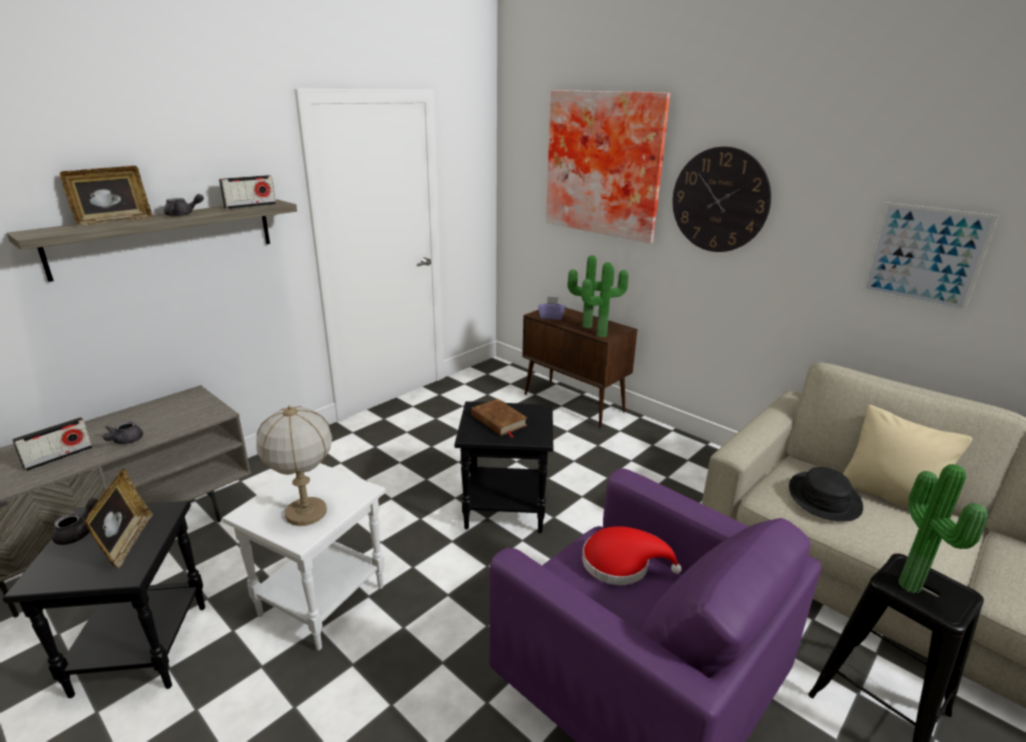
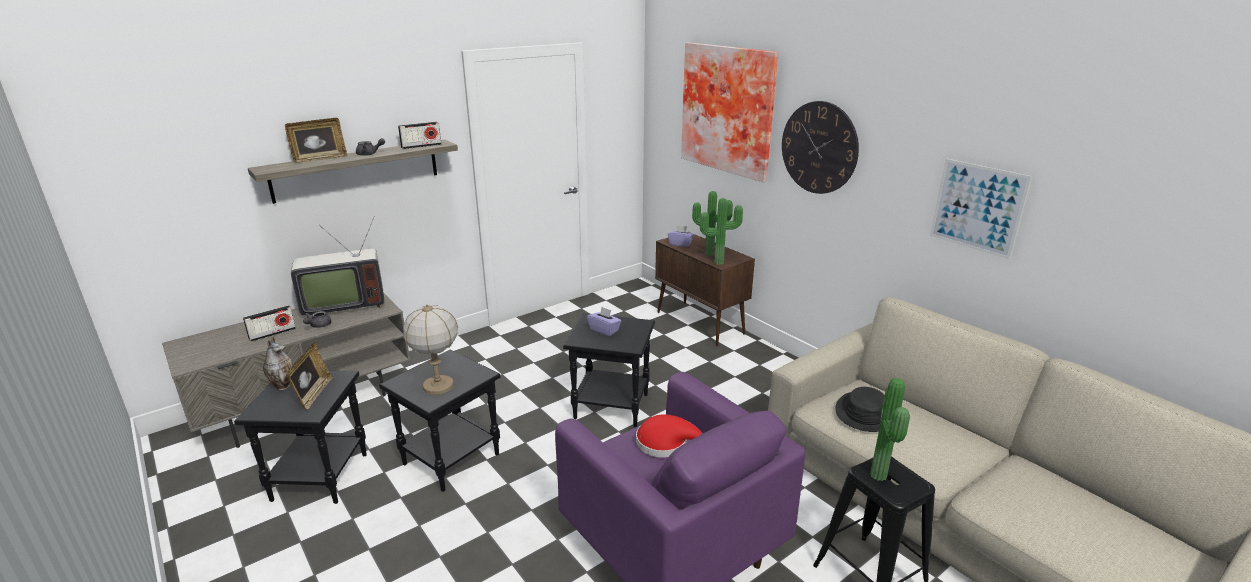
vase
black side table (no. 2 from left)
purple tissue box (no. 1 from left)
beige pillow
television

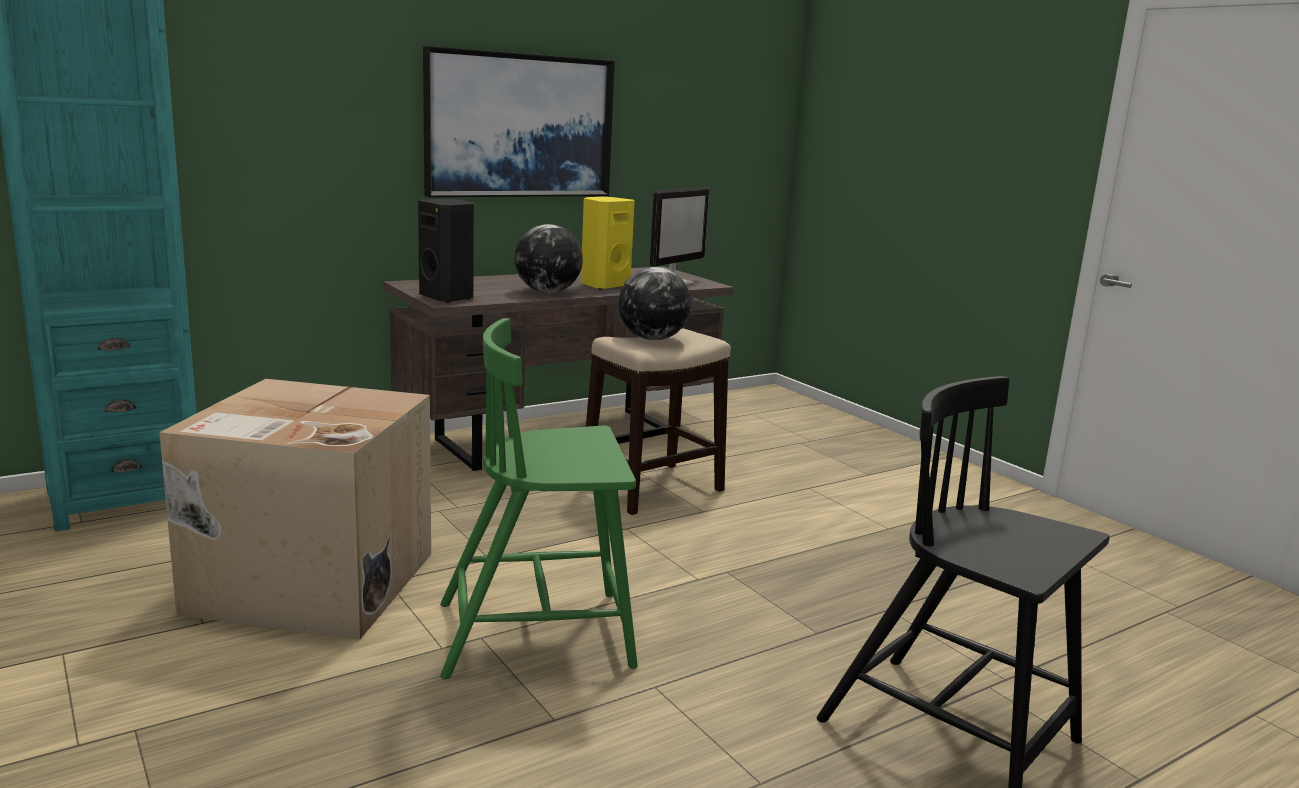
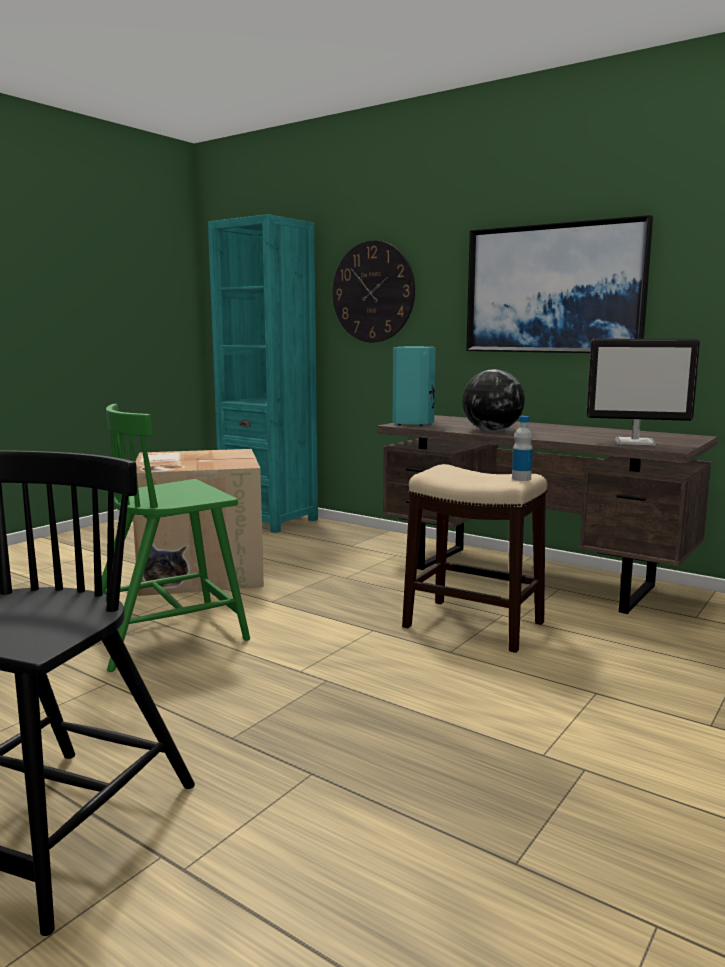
turquoise speaker
green chair
yellow speaker
globe (no. 2 from left in the first image)
wall clock
bottle

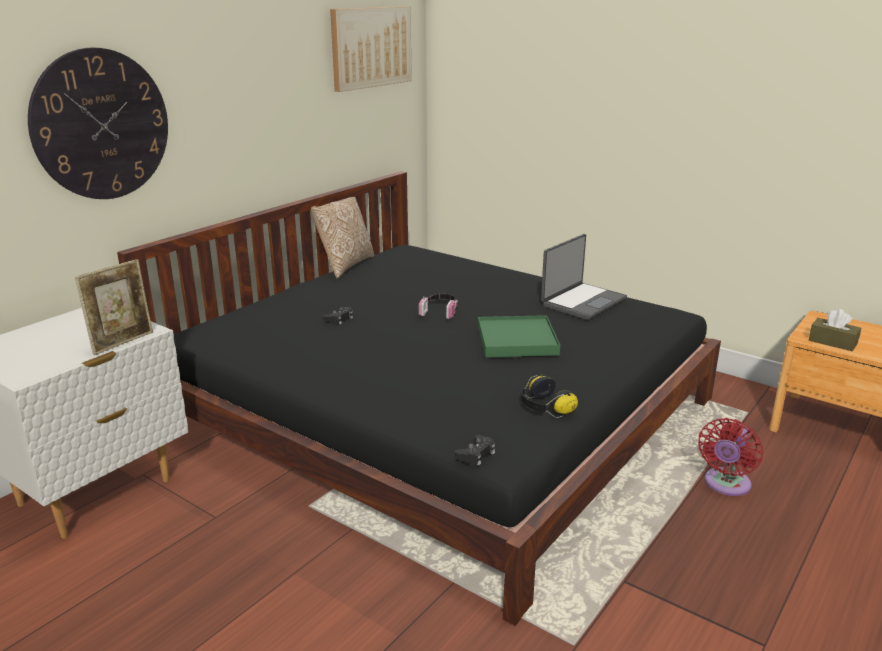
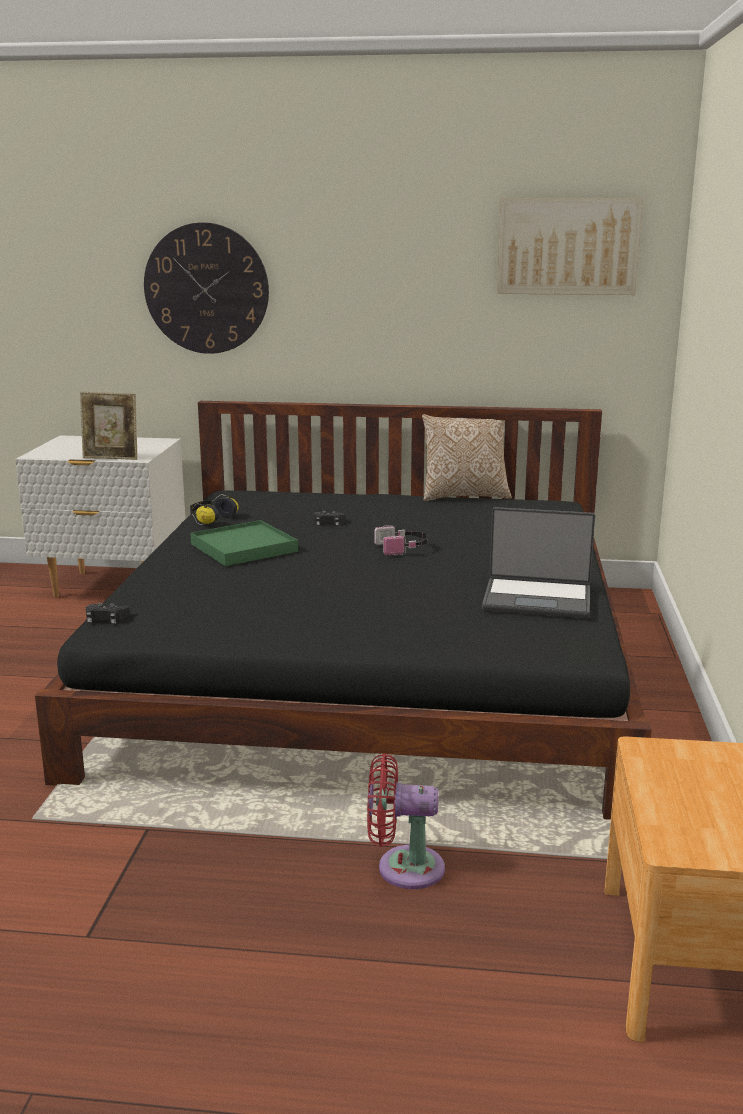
green tray
headphones (no. 1 from left)
brown tissue box

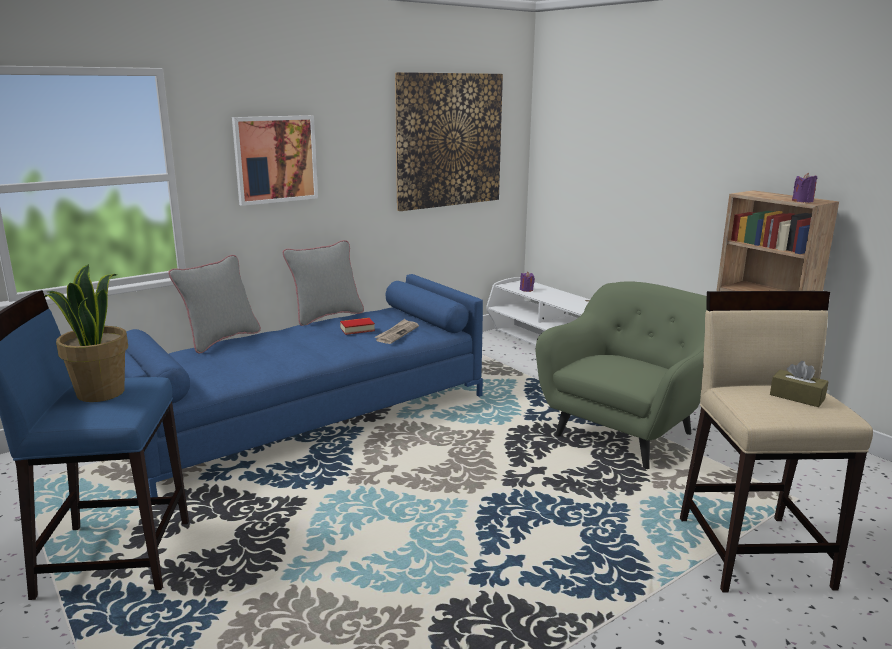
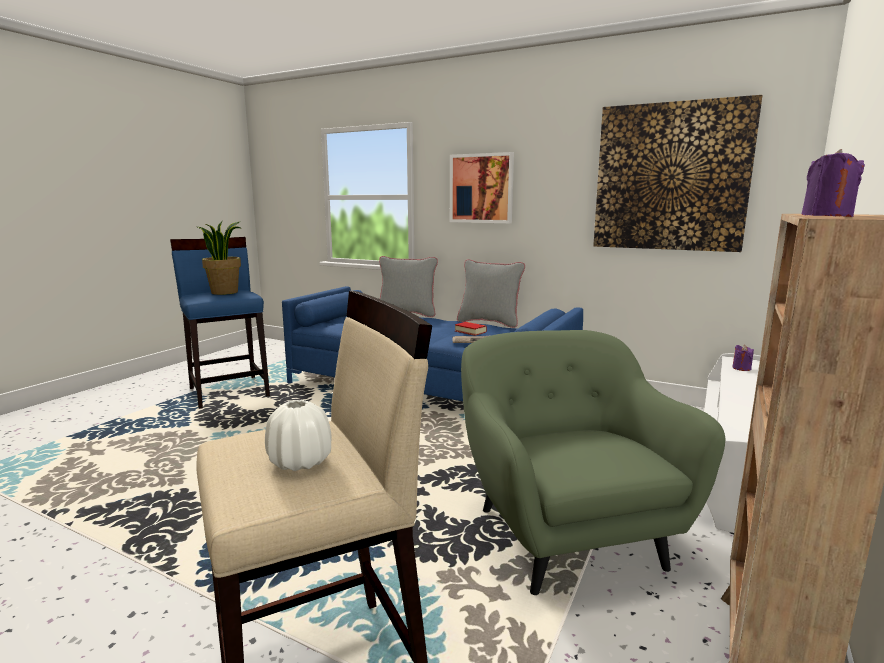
green armchair
white vase

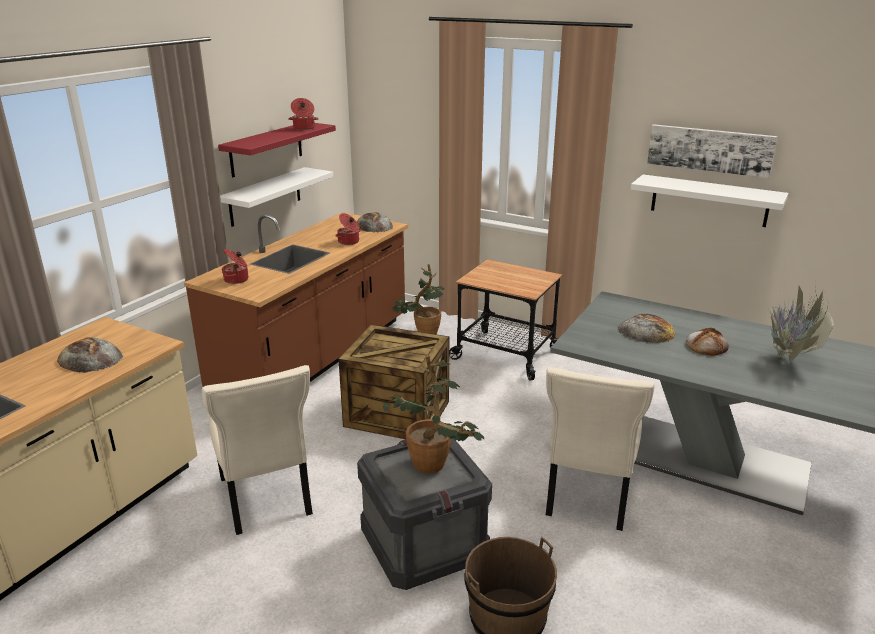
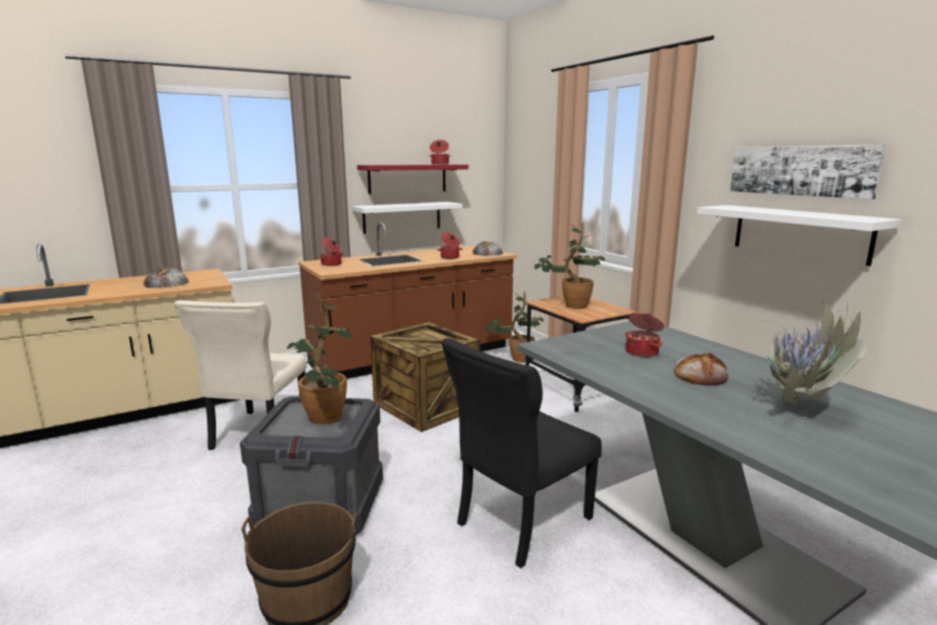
black chair
cooking pot (no. 4 from left)
potted plant (no. 3 from left)

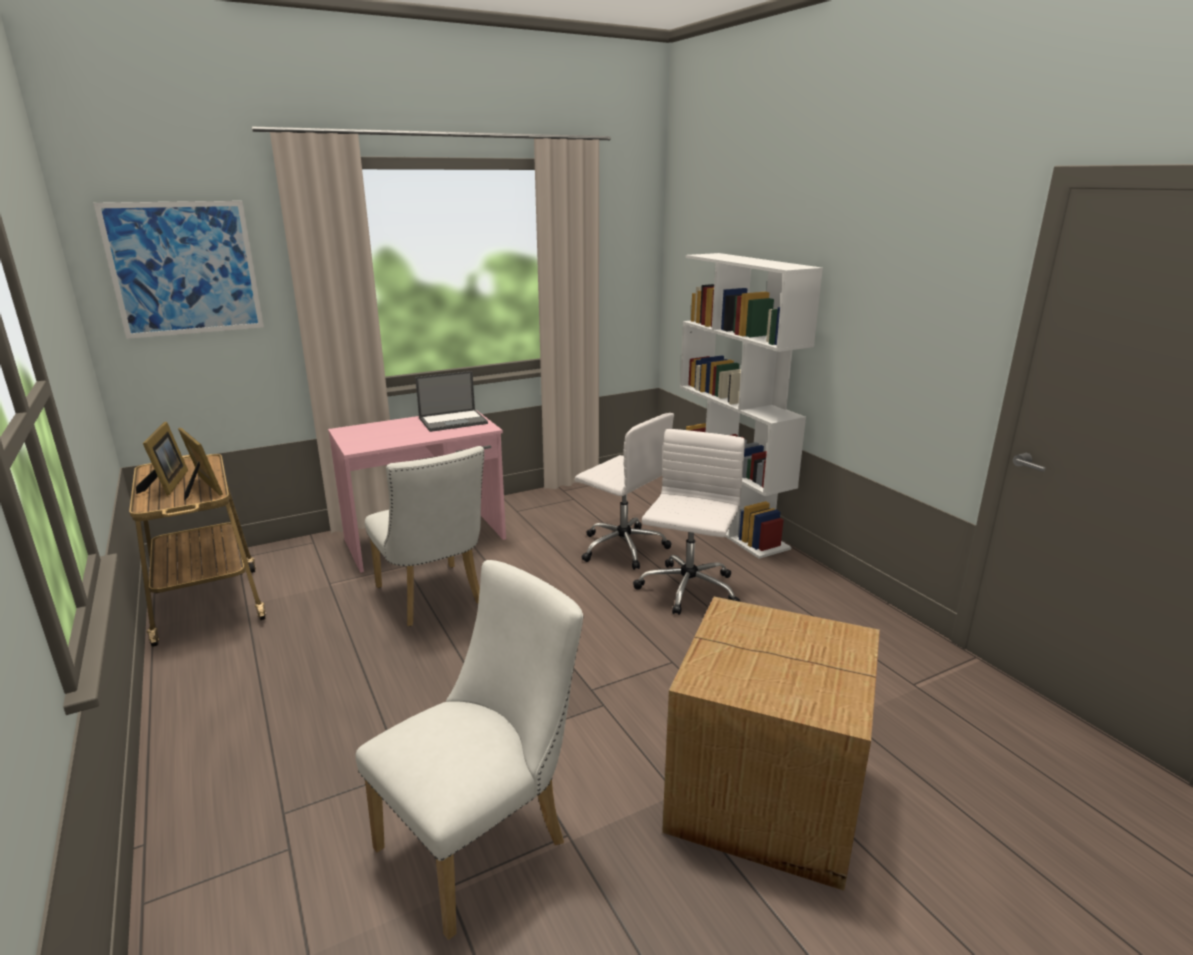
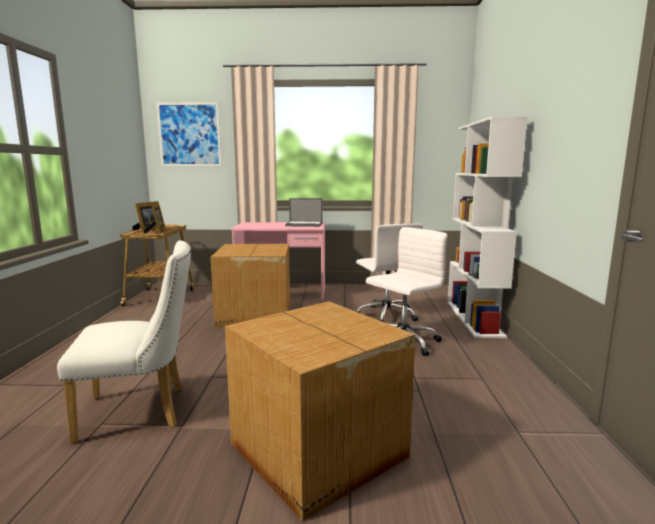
cardboard box (no. 1 from left)

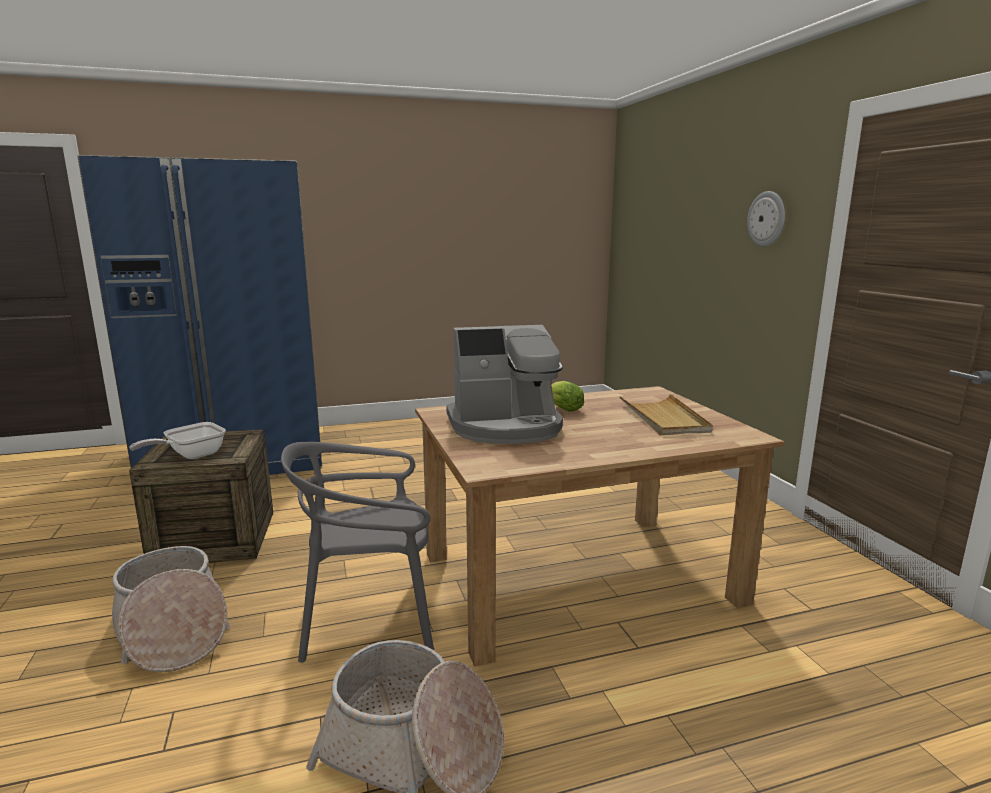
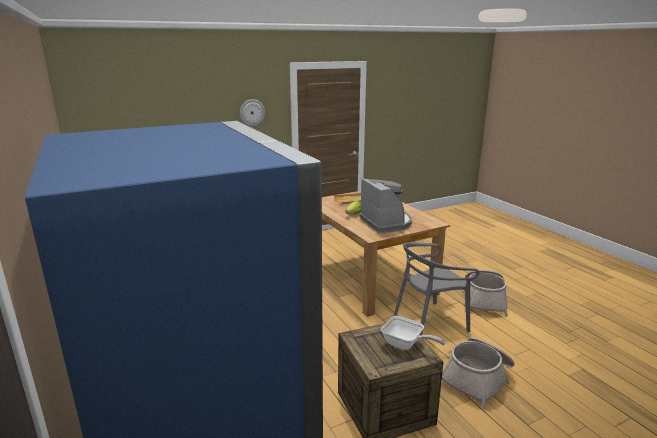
grey chair

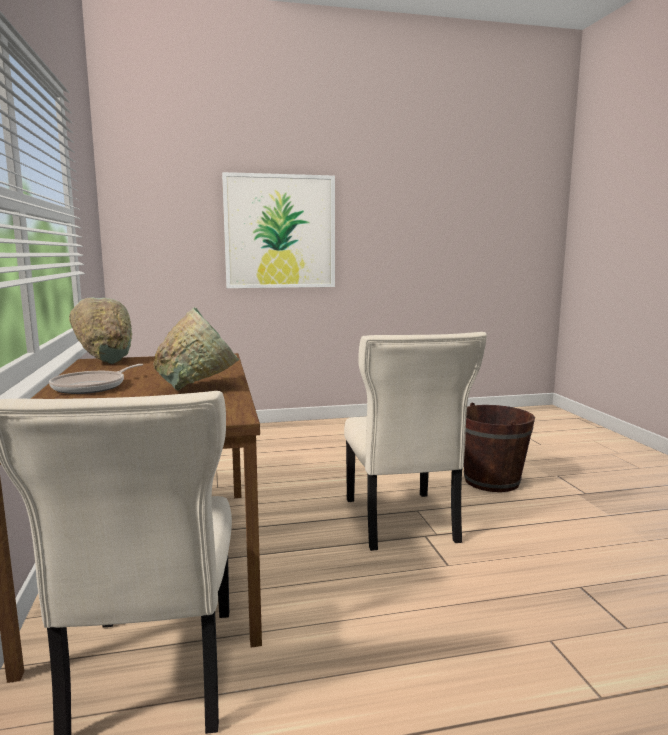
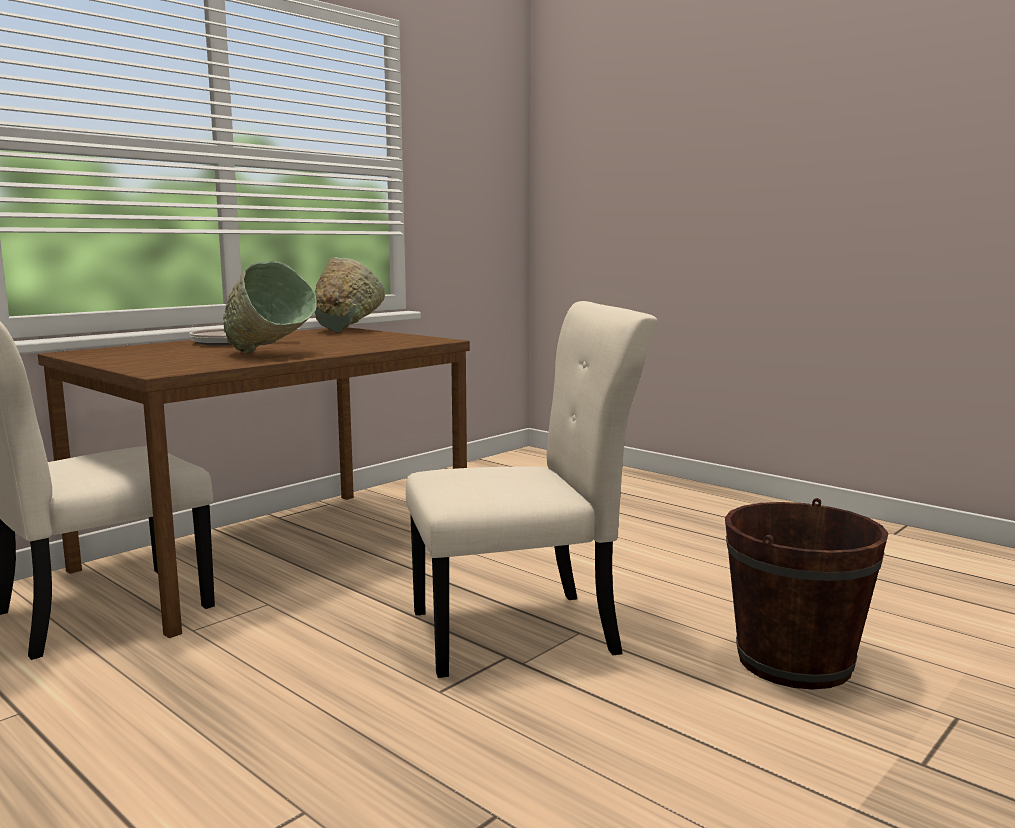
picture
beige chair (no. 2 from left)

